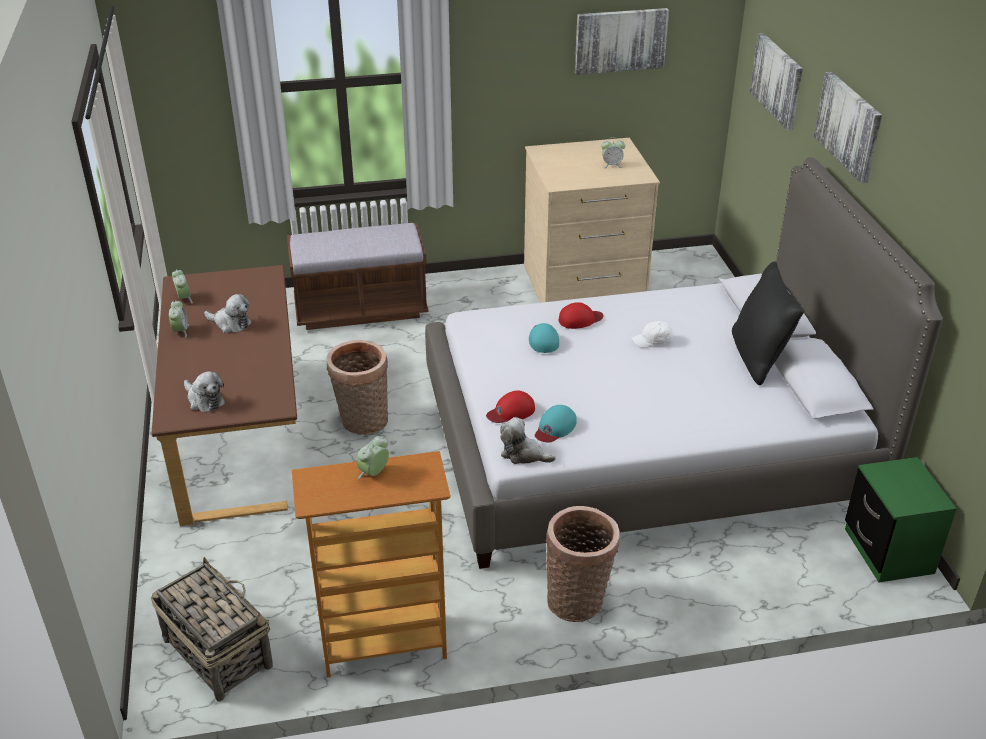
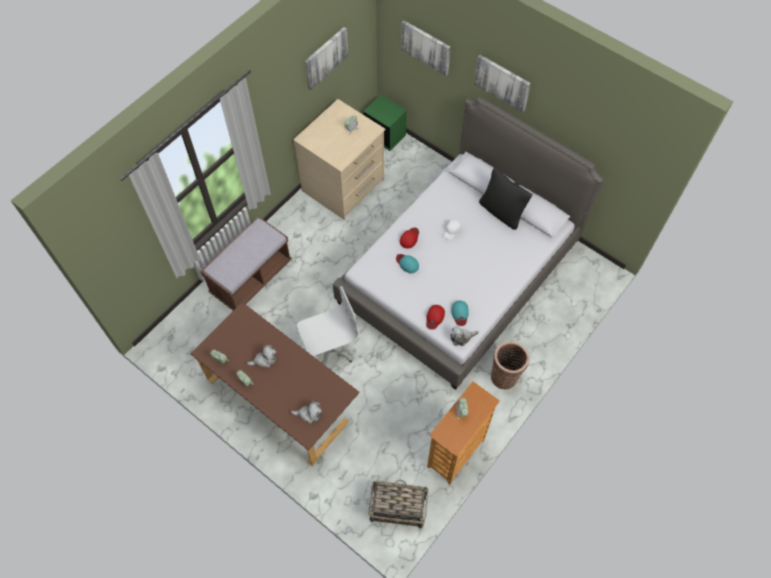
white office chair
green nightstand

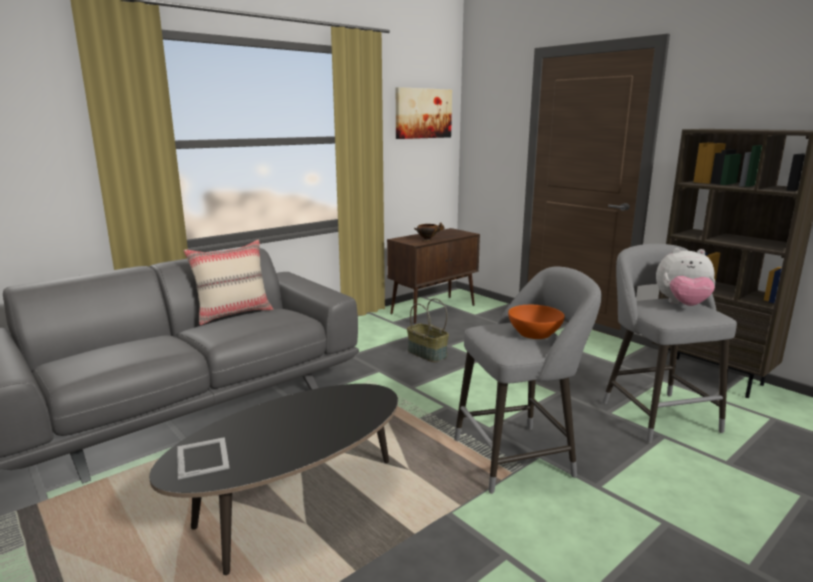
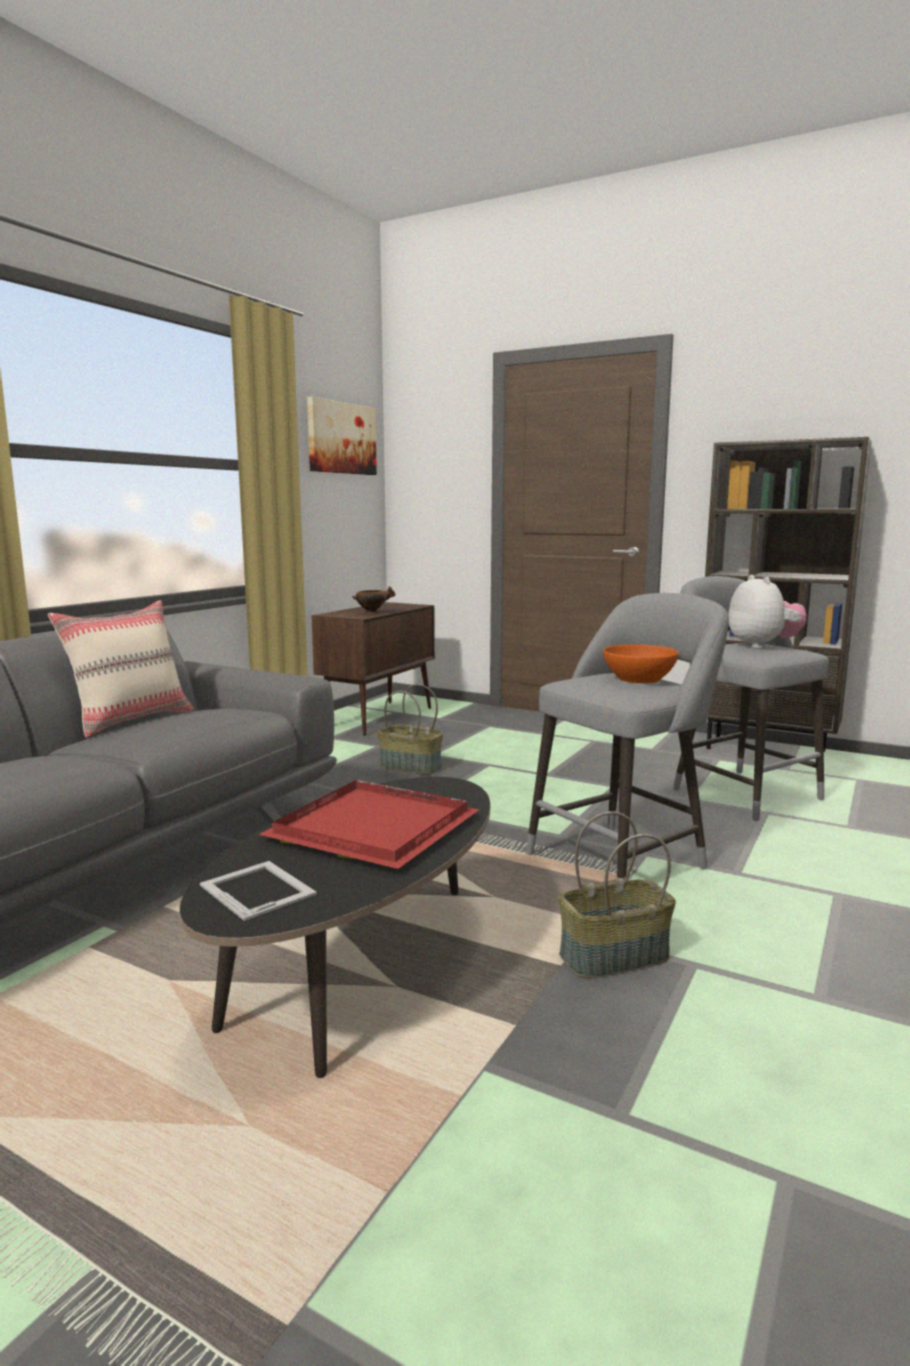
plush toy
red tray
basket (no. 2 from left)

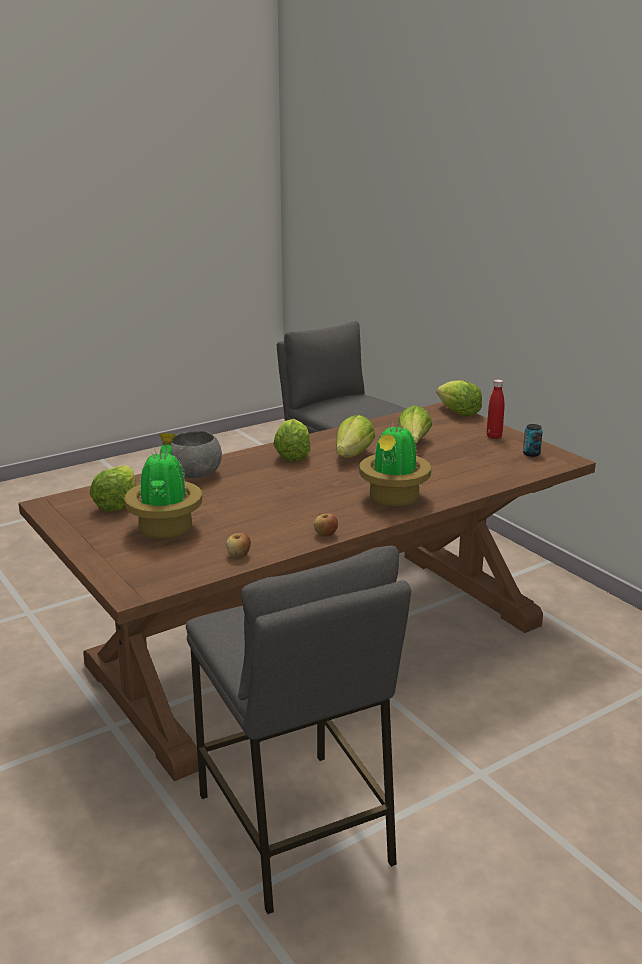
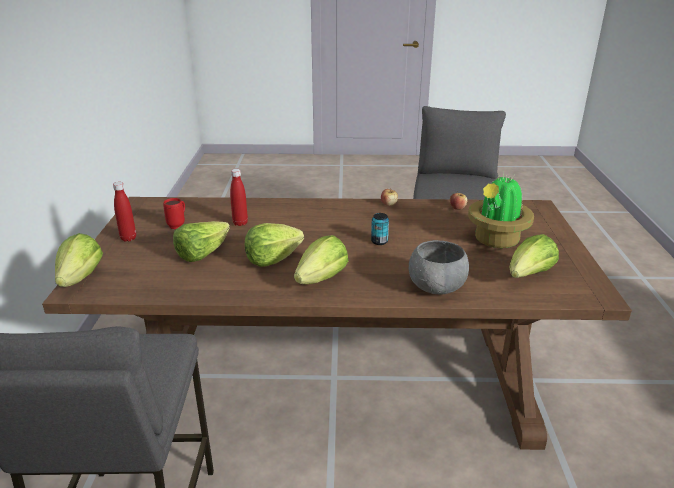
potted plant (no. 2 from left in the first image)
can
red mug
red bottle (no. 2 from left)

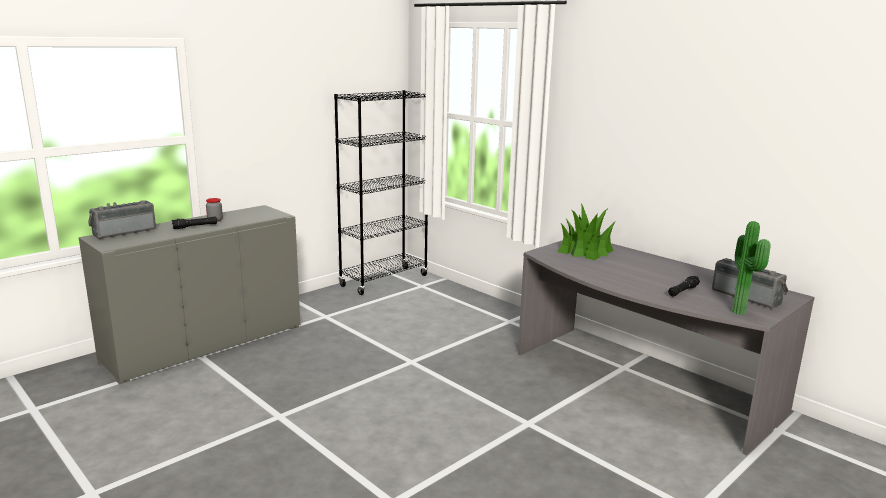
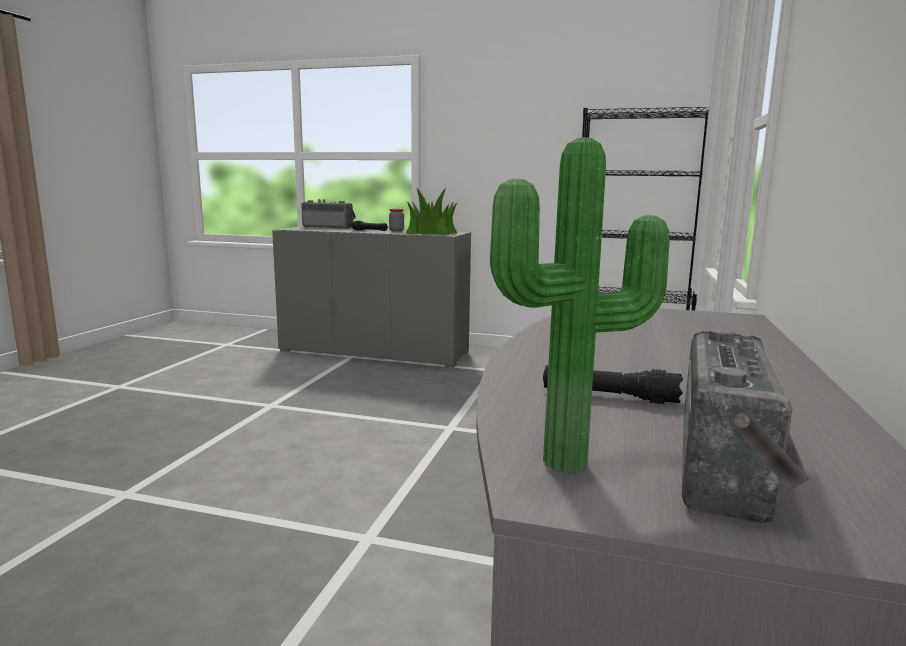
potted plant (no. 1 from left)

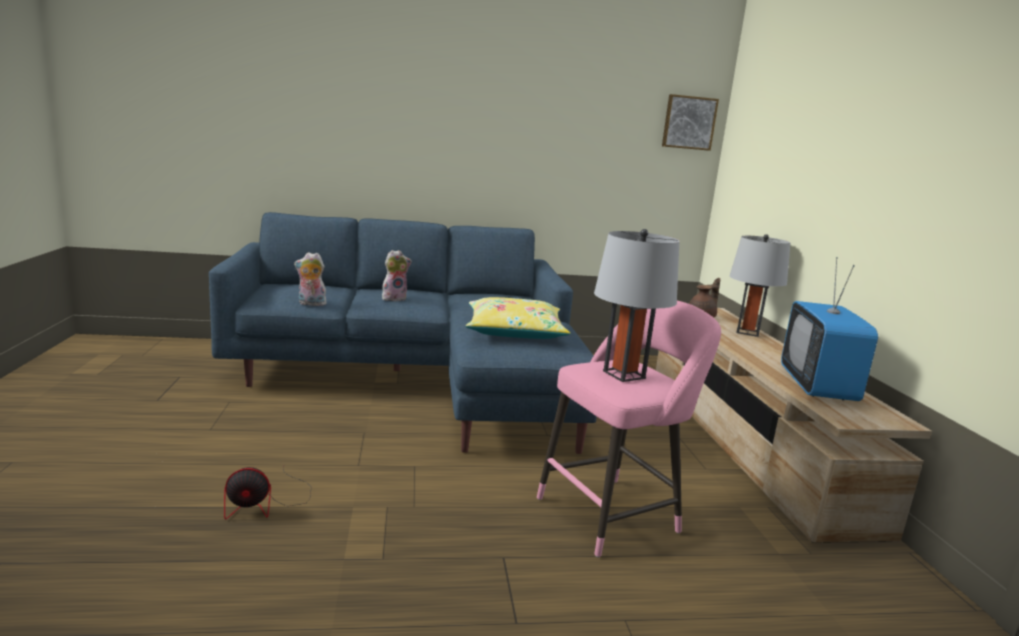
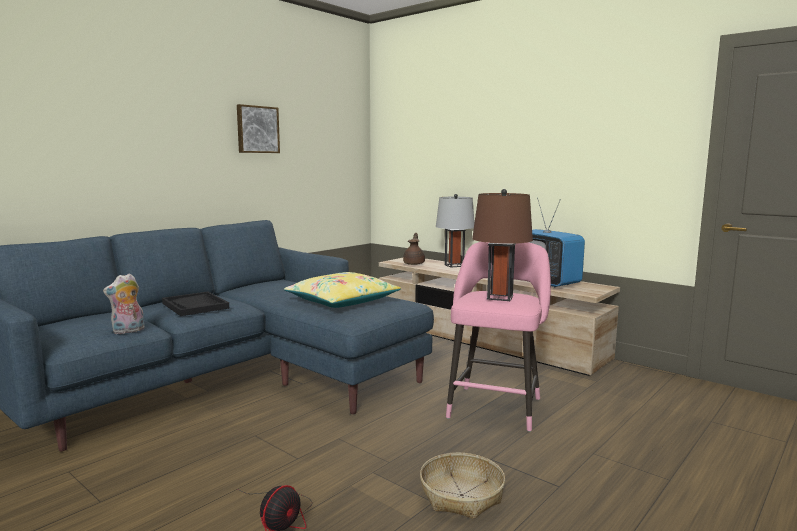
black tray
brown table lamp
picture
basket

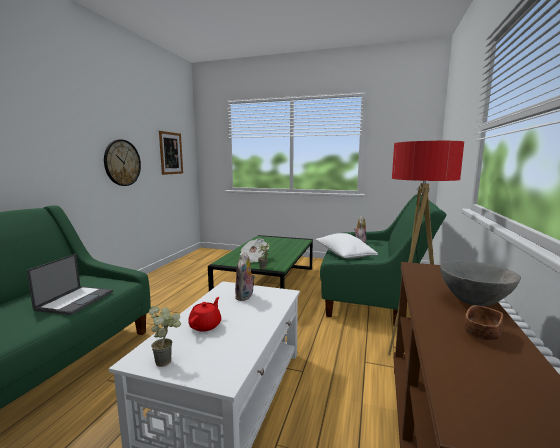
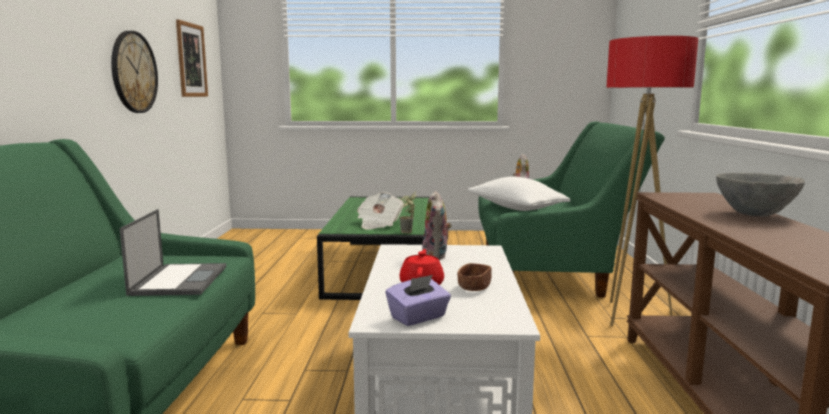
purple tissue box
brown bowl

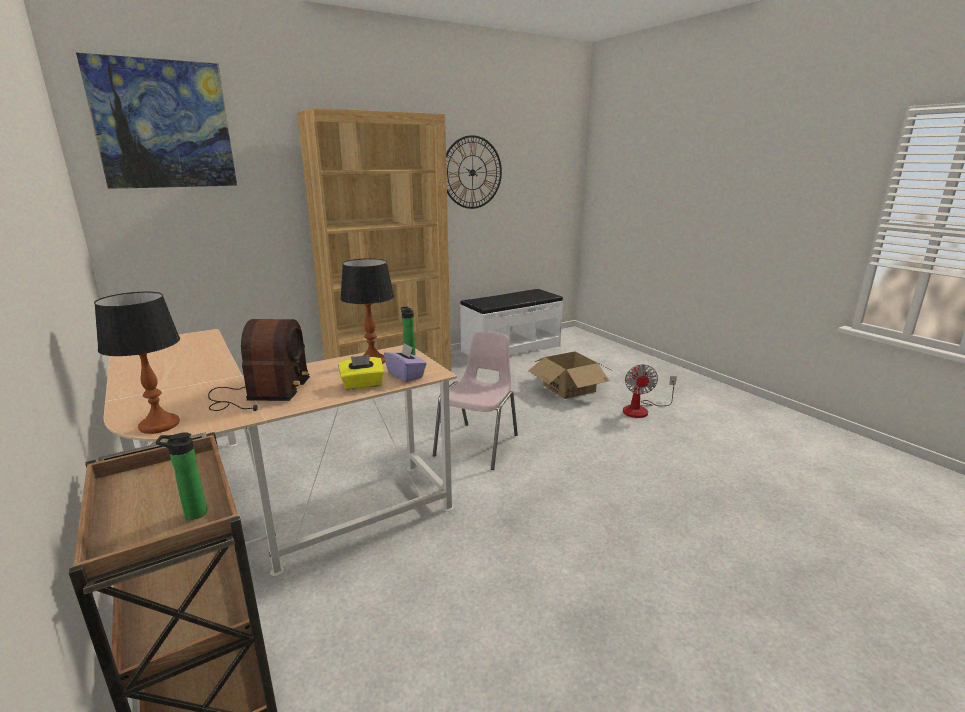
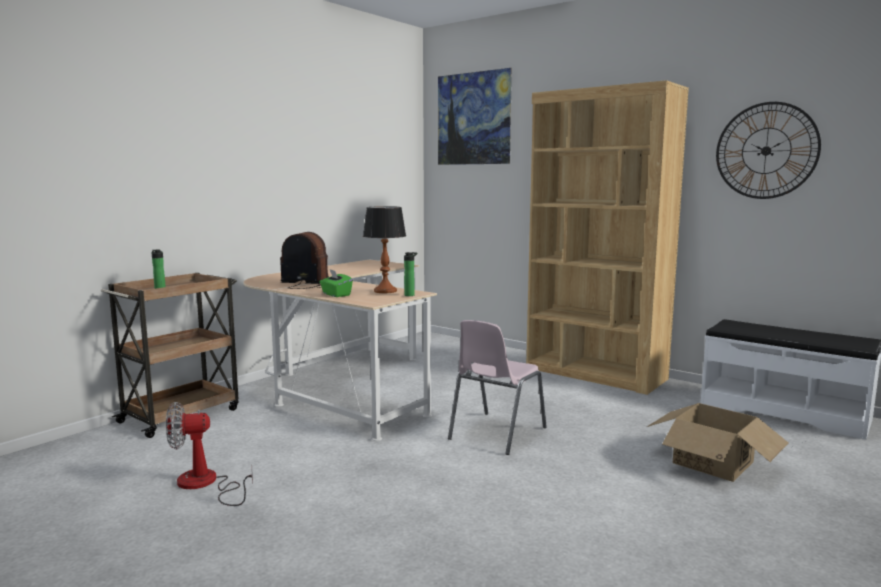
table lamp (no. 1 from left in the first image)
radio
green tissue box
purple tissue box
pink chair
fan

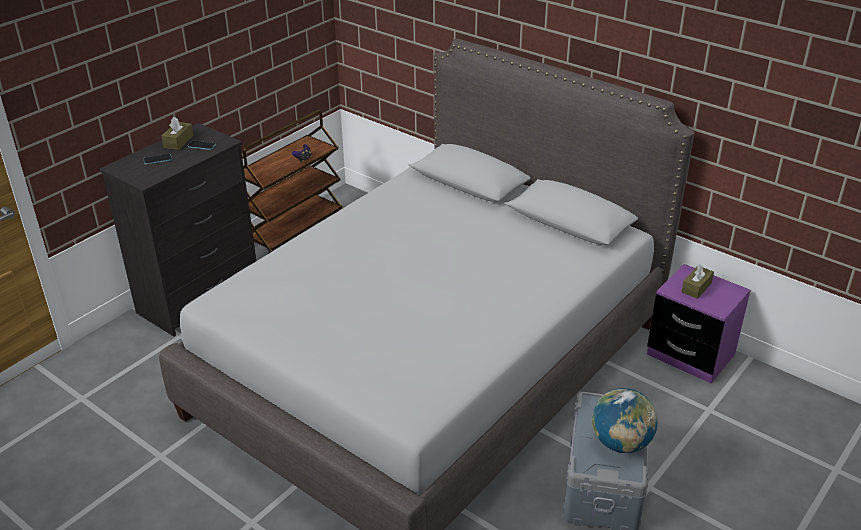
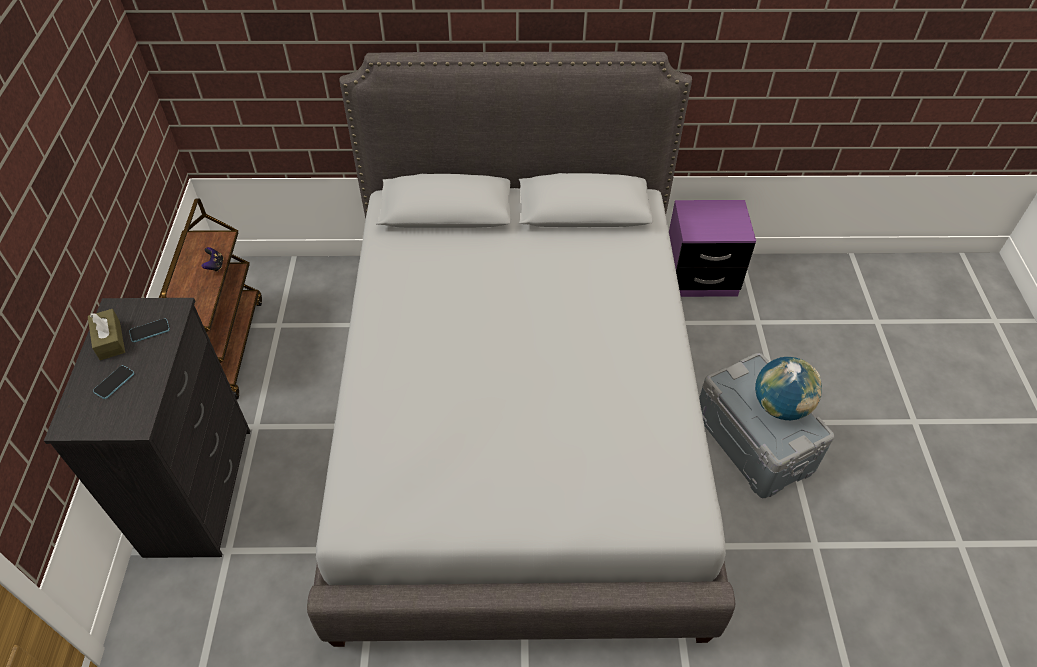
brown tissue box (no. 2 from left in the first image)

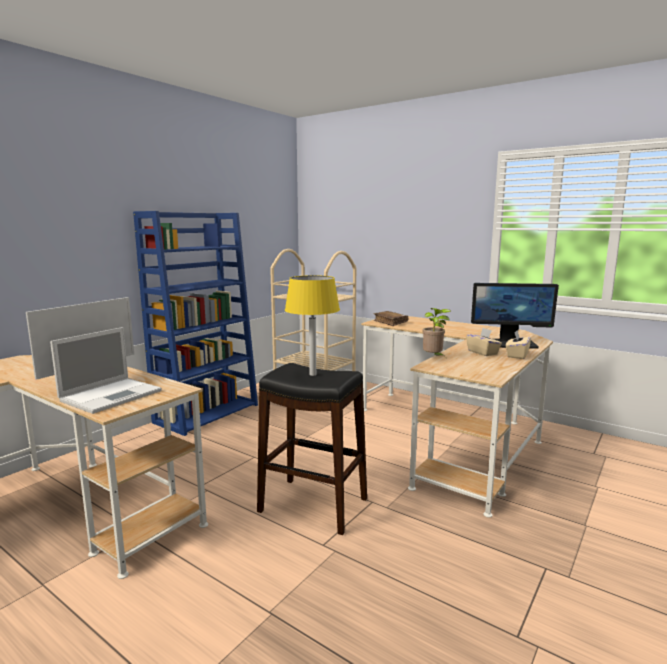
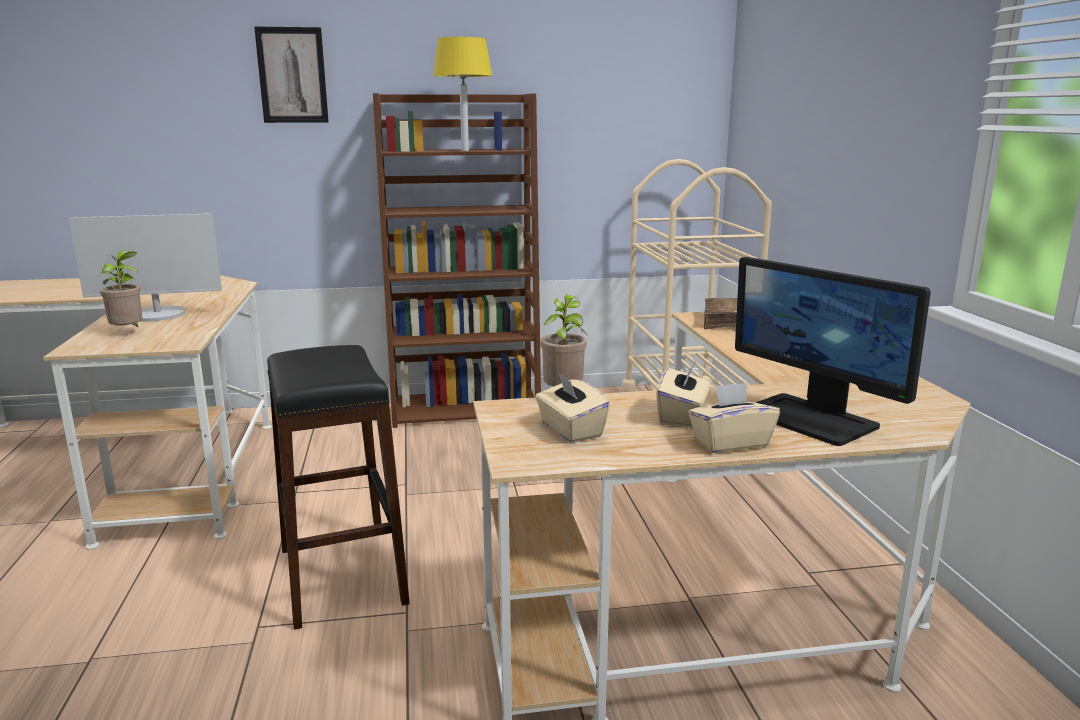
potted plant (no. 1 from left)
brown bookcase
yellow table lamp
picture
beige tissue box (no. 1 from left)

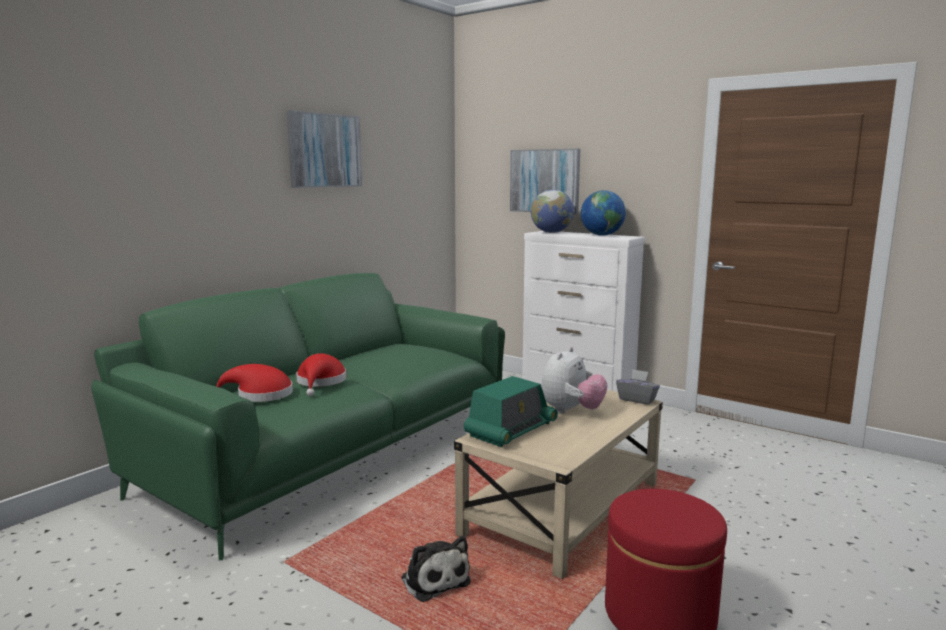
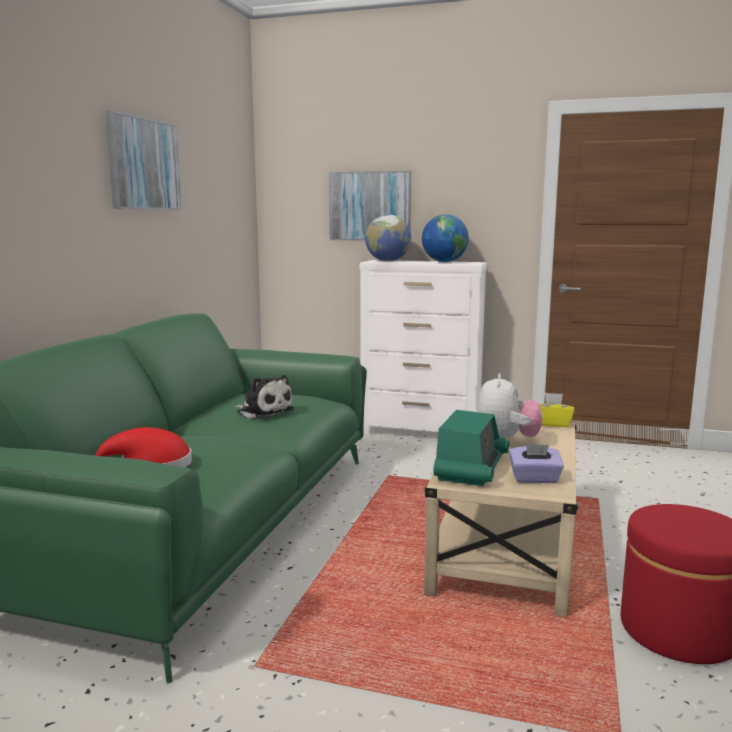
red hat (no. 2 from left in the first image)
plush toy (no. 1 from left)
yellow tissue box
purple tissue box

